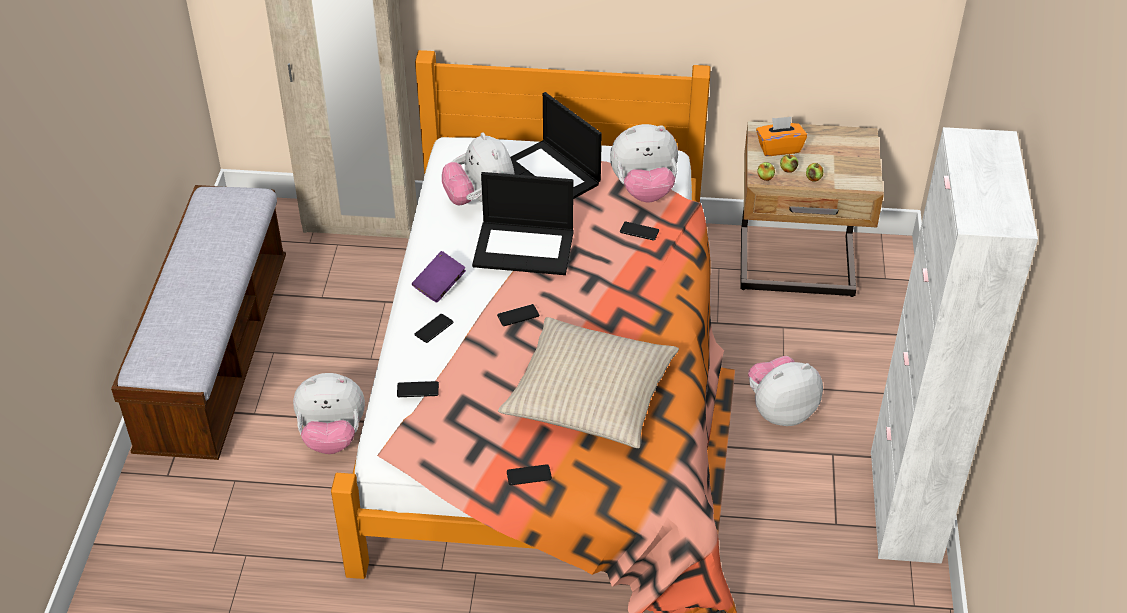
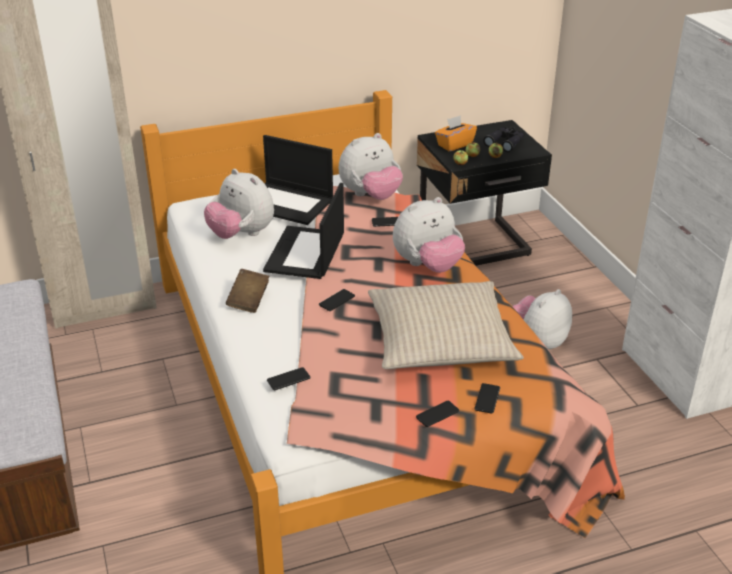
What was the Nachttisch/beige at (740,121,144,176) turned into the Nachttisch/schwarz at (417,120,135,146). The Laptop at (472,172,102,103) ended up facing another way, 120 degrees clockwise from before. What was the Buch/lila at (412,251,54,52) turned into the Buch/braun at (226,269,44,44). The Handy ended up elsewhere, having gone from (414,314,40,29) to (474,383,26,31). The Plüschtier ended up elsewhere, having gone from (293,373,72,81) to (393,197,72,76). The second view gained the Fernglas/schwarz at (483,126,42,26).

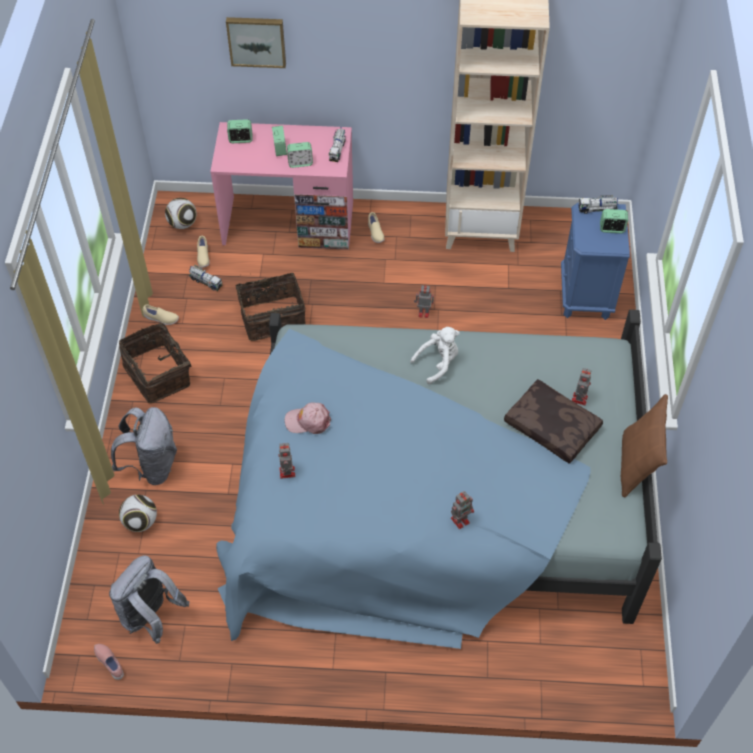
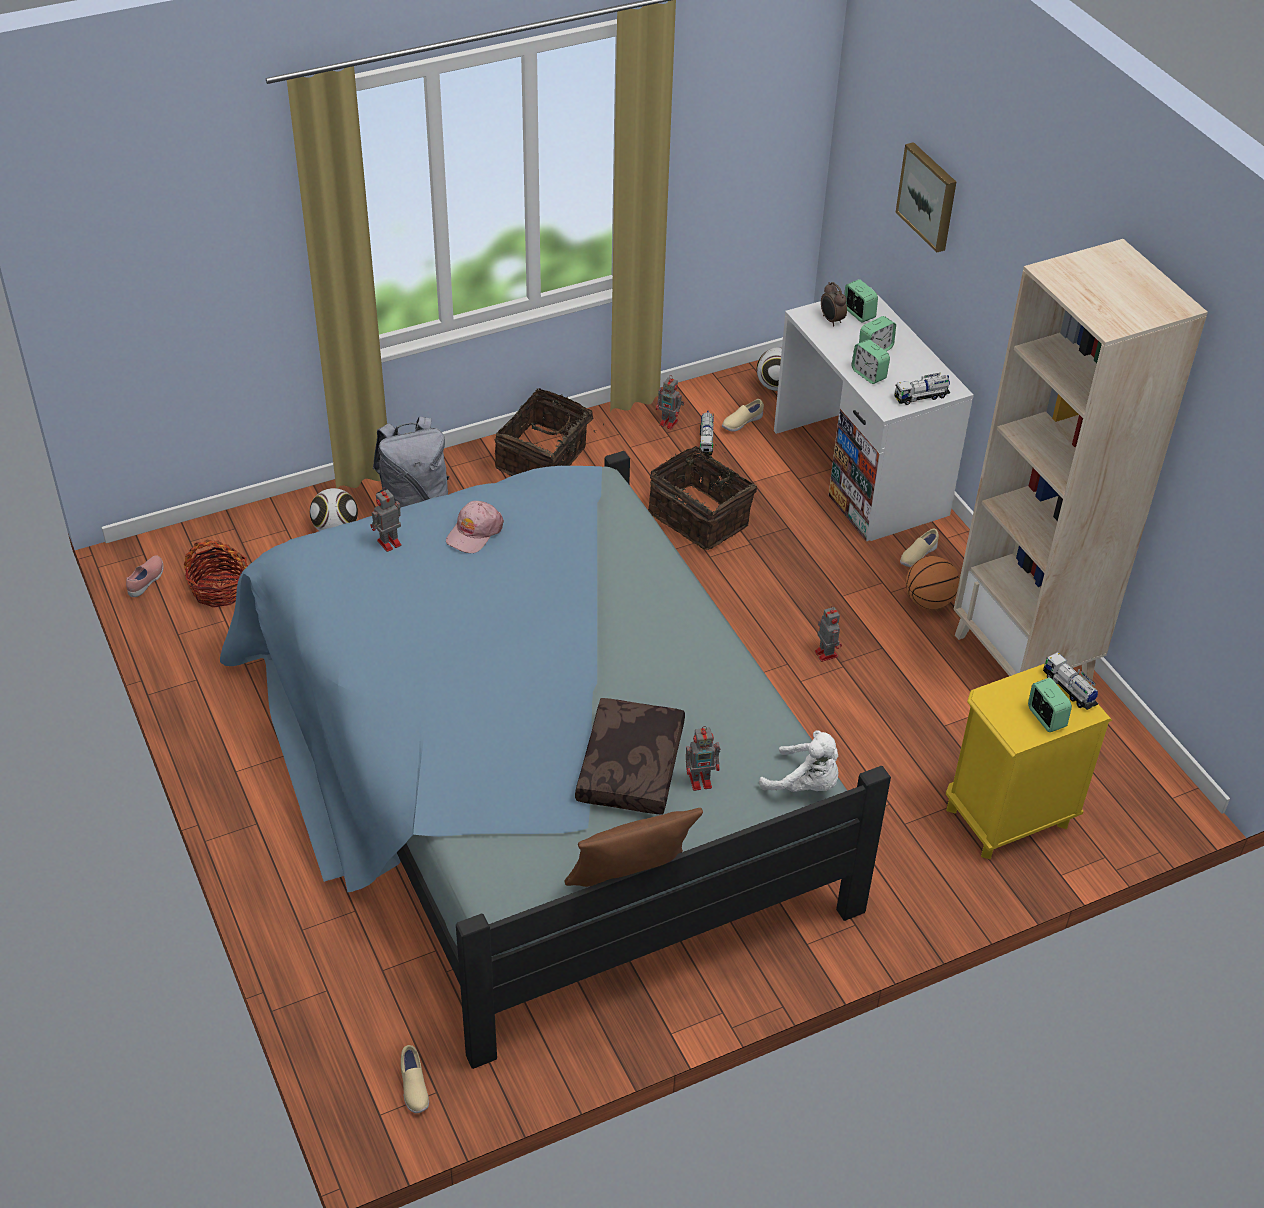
What was the Schreibtisch/rosa at (210,122,143,128) turned into the Schreibtisch/weiß at (774,288,200,253). What was the Nachttisch/blau at (561,203,69,117) turned into the Nachttisch/gelb at (946,664,166,195). The Schuh/beige ended up elsewhere, having gone from (143,304,36,21) to (401,1045,28,68). The Plüschtier/weiß ended up elsewhere, having gone from (410,327,50,57) to (759,730,79,62). The Kappe/rosa at (284,403,47,31) ended up facing another way, 120 degrees counterclockwise from before. The Spielzeugroboter ended up elsewhere, having gone from (451,491,23,38) to (656,375,28,55). Where the Rucksack/grau stood at (109,555,80,89), the Korb came to stand at (184,540,64,68). The second view gained the Wecker at (821,282,26,44). The second view gained the Basketball at (905,556,54,53).

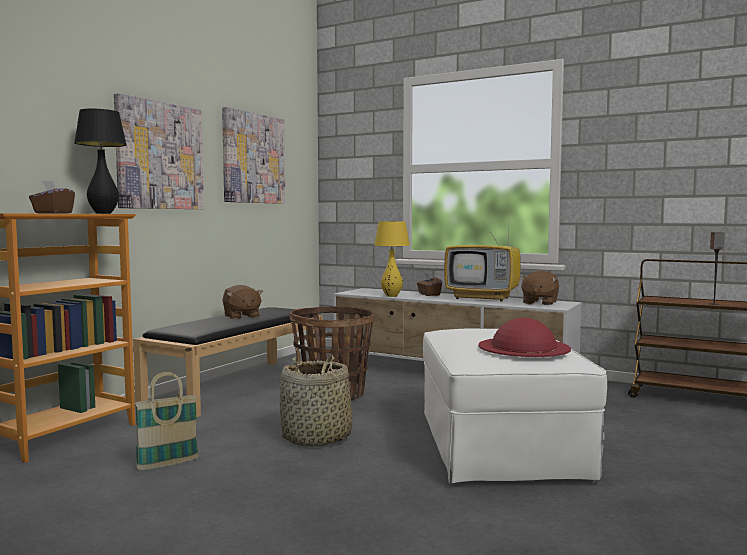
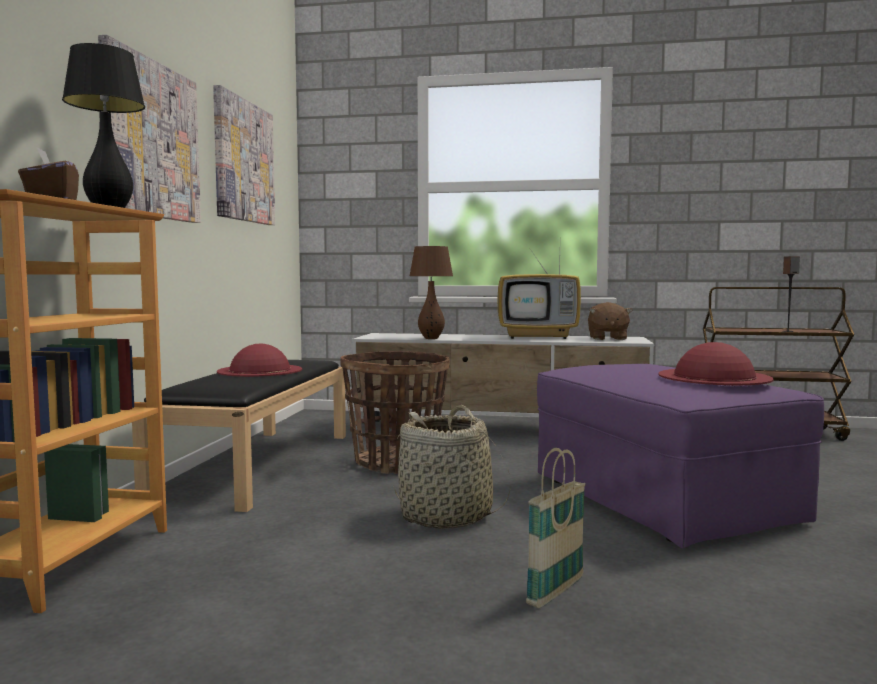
What was the Tischlampe/gelb at (374,221,36,76) turned into the Tischlampe/braun at (410,246,43,93). The second view lost the Taschentuchbox/braun at (417,273,25,23). Where the Plüschtier/braun stood at (222,285,41,35), the Hut/rot came to stand at (217,344,85,33). What was the Polsterhocker/weiß at (423,329,184,155) turned into the Polsterhocker/lila at (537,364,287,185). The Korb ended up elsewhere, having gone from (135,372,64,99) to (526,448,60,160).

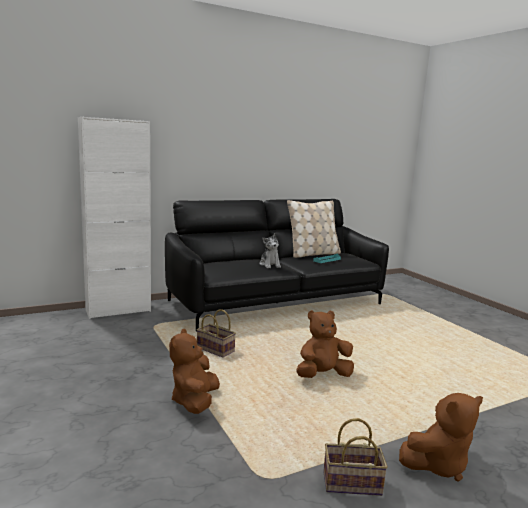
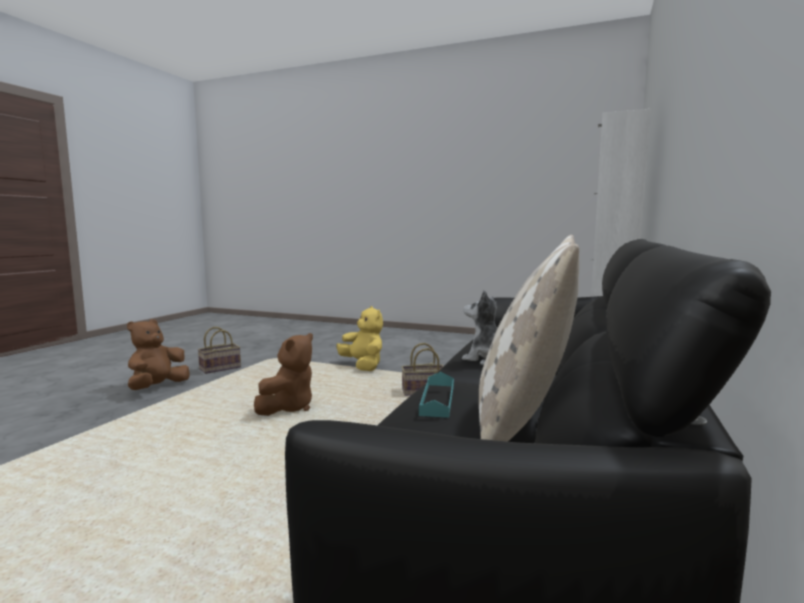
What was the Plüschtier/braun at (169,329,51,85) turned into the Plüschtier/gelb at (336,306,47,65).

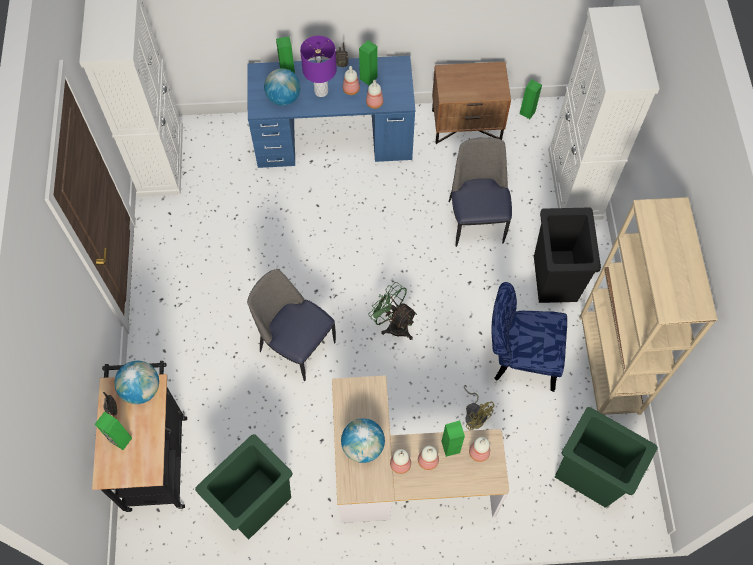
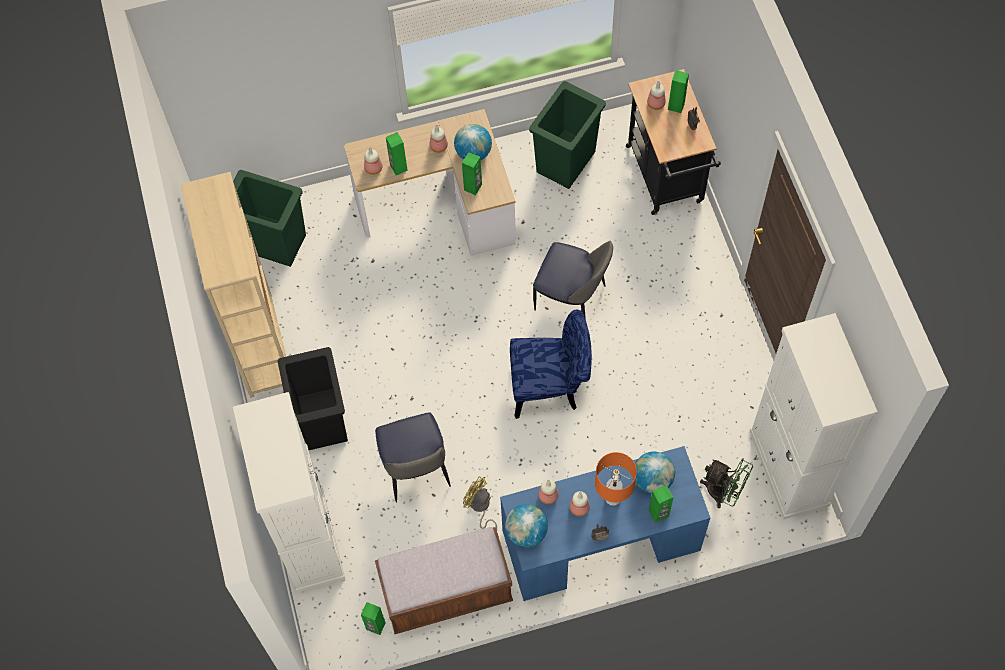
What was the Tischlampe/lila at (300,36,37,61) turned into the Tischlampe/orange at (595,452,42,54). The Lautsprecher/grün ended up elsewhere, having gone from (359,40,19,45) to (462,152,20,43). Where the Nachttisch/braun stood at (432,62,79,82), the Bank/braun came to stand at (375,527,138,107). The Ventilator/grün ended up elsewhere, having gone from (368,282,49,58) to (700,458,53,50). The Stuhl/blau ended up elsewhere, having gone from (491,282,76,110) to (510,310,82,109). The Globus ended up elsewhere, having gone from (114,361,45,43) to (505,504,43,43). The Ventilator/gelb ended up elsewhere, having gone from (464,385,31,46) to (463,476,34,54). The Flasche ended up elsewhere, having gone from (418,446,21,24) to (647,81,19,29).

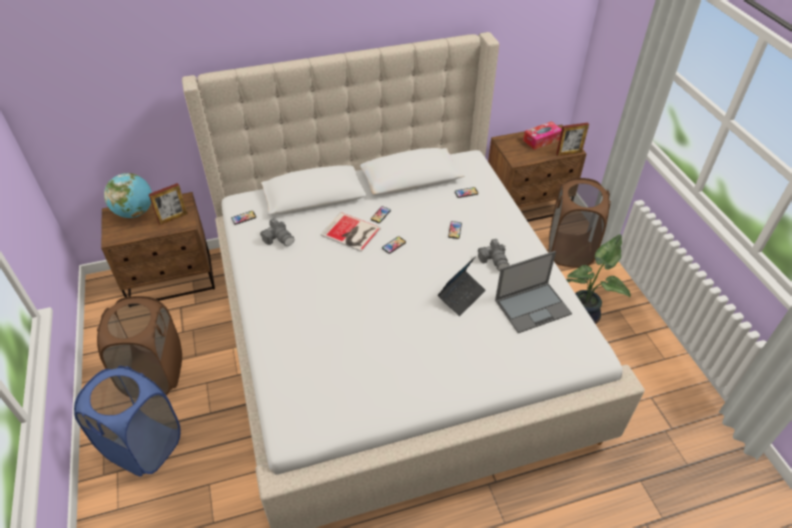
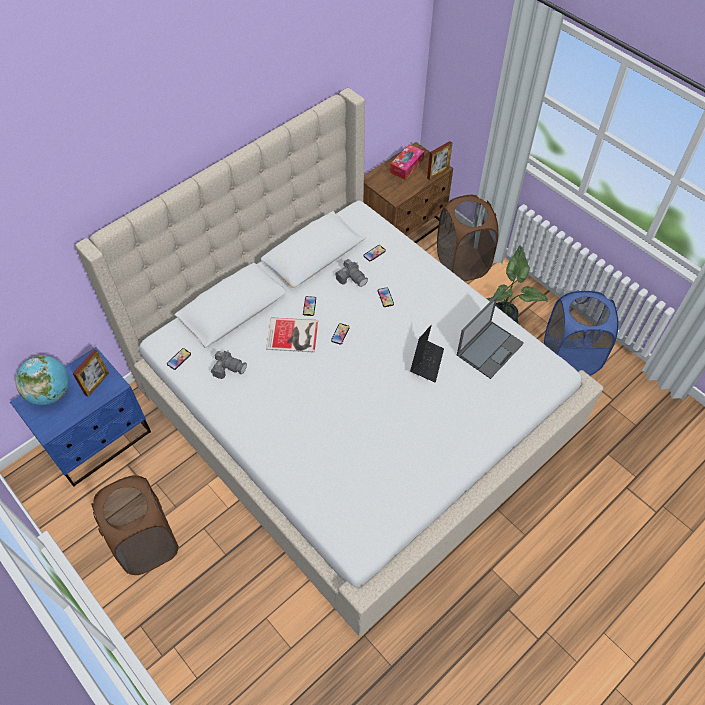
What was the Nachttisch/braun at (101,192,114,109) turned into the Nachttisch/blau at (10,347,141,140). The Kamera ended up elsewhere, having gone from (478,239,31,32) to (335,259,33,28). The Wäschekorb/blau ended up elsewhere, having gone from (74,366,107,111) to (544,290,75,85).

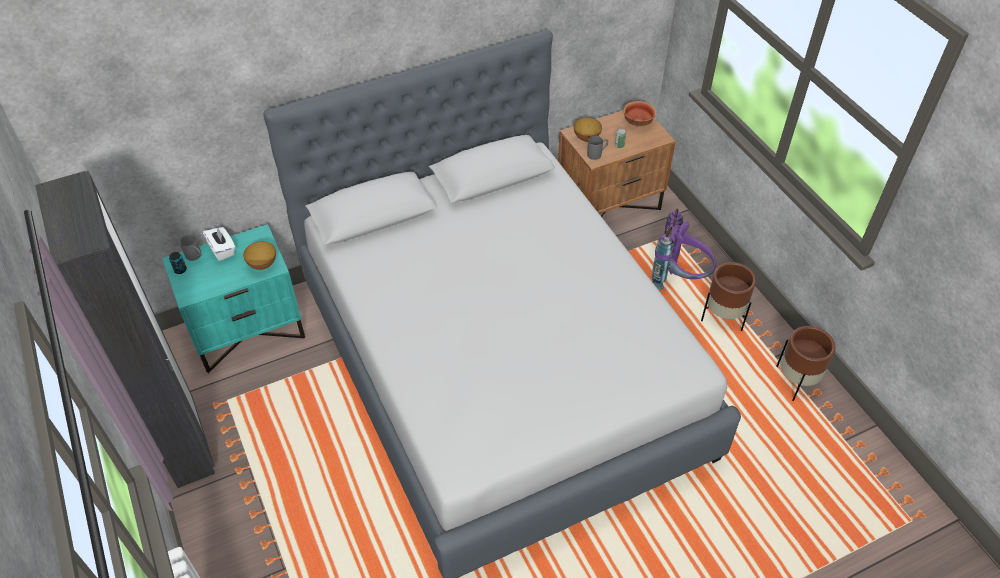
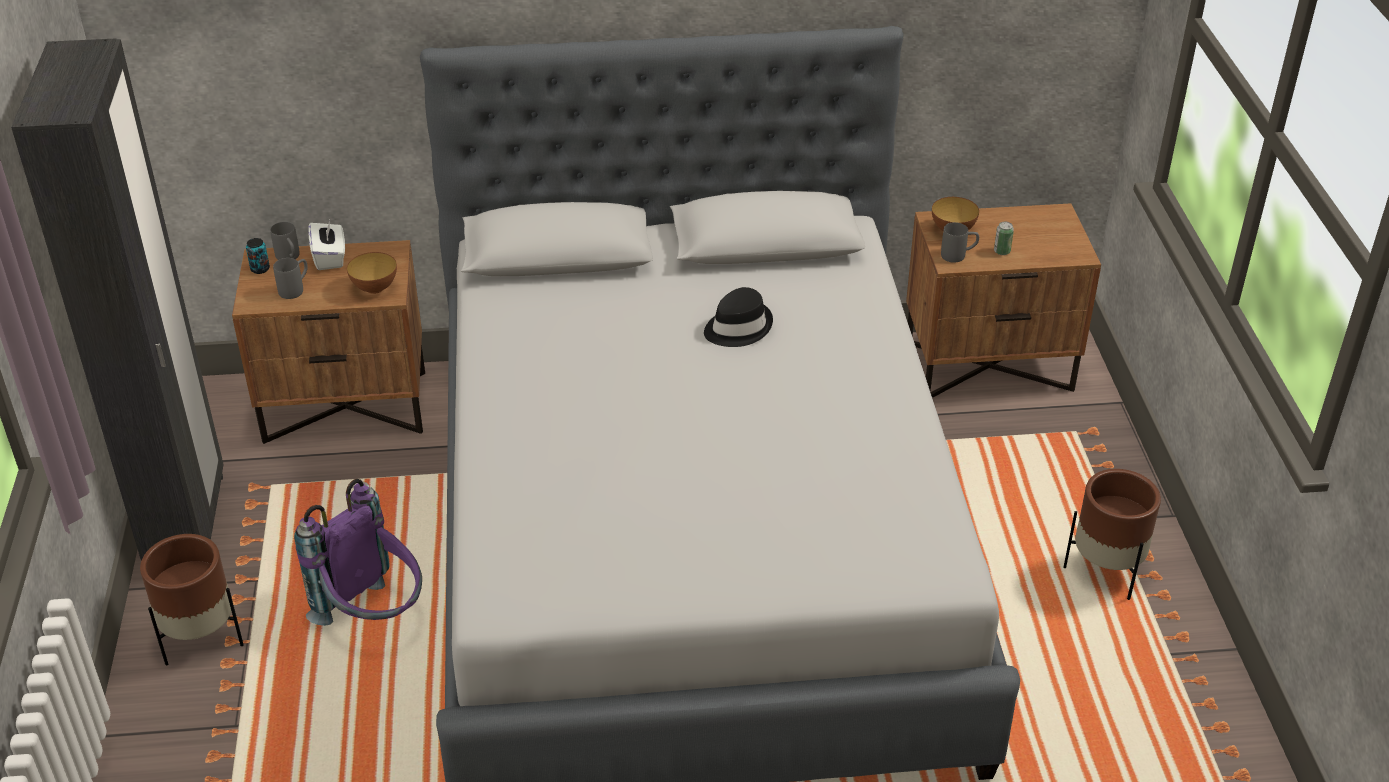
The second view lost the Schüssel at (624,101,32,26). The Rucksack/lila ended up elsewhere, having gone from (651,209,65,81) to (294,479,128,147). What was the Nachttisch/türkis at (162,224,143,149) turned into the Nachttisch/braun at (232,240,193,204). The Pflanzkübel/braun ended up elsewhere, having gone from (776,326,60,75) to (140,534,104,132). The second view gained the Henkelbecher/grau at (273,258,35,41). The second view gained the Hut/schwarz at (704,287,69,60).

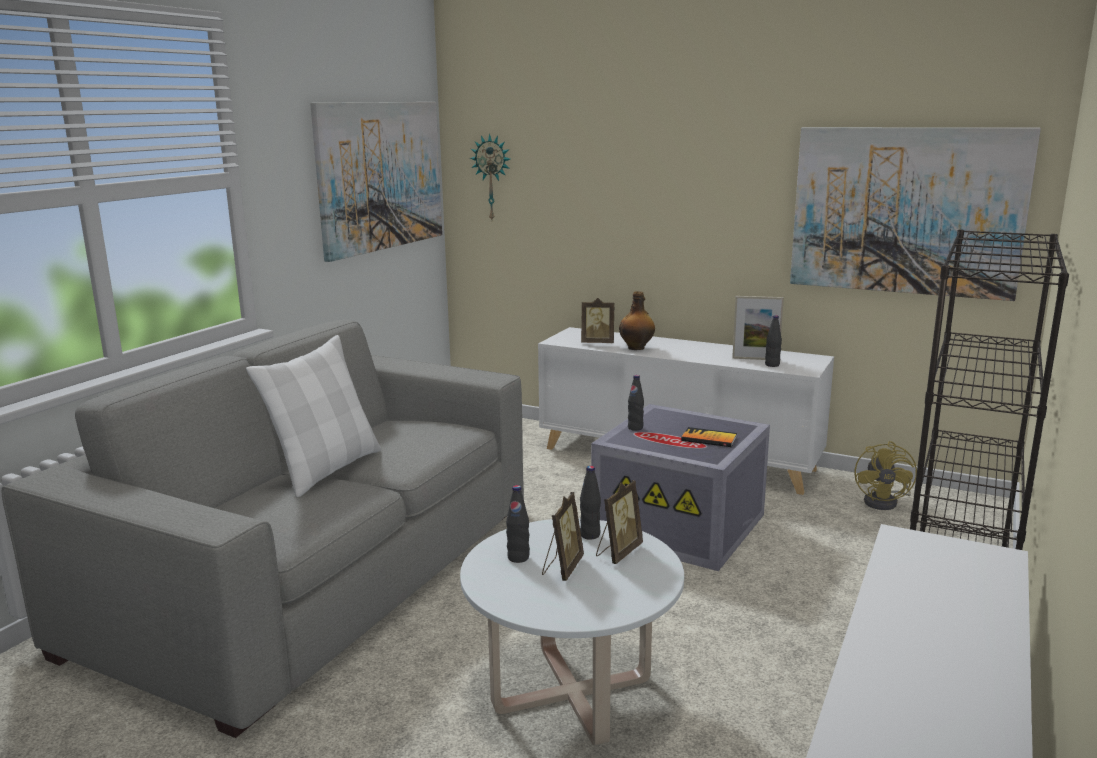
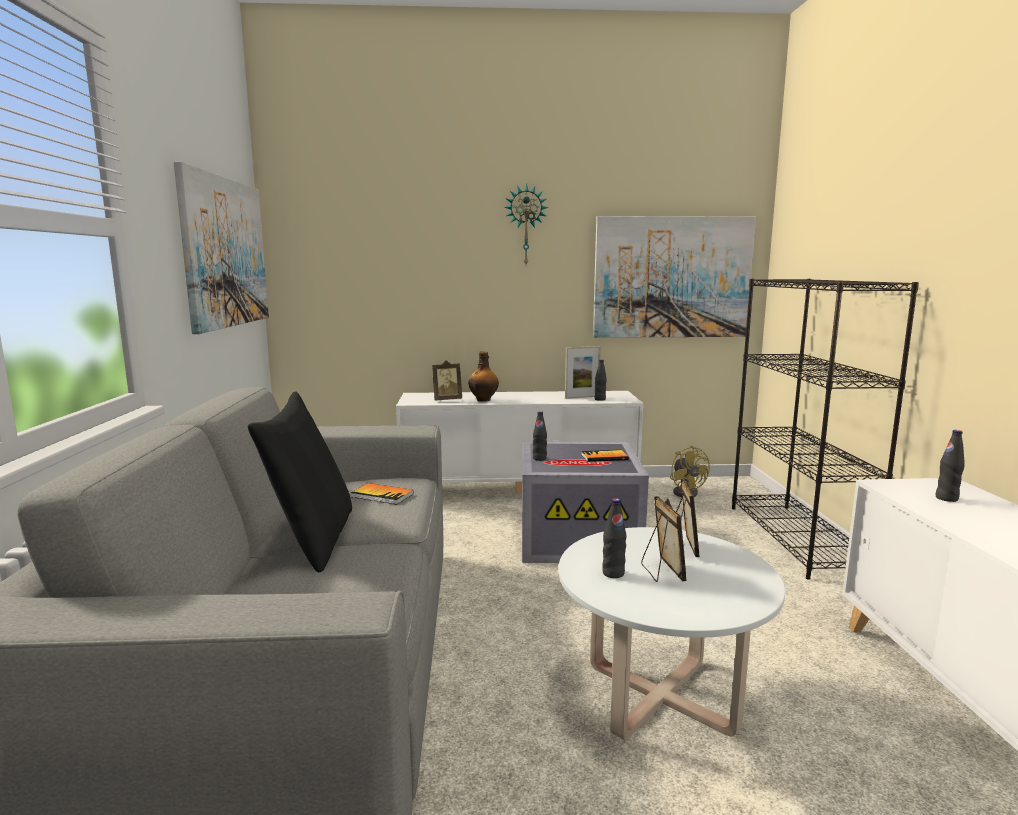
The Wanduhr ended up elsewhere, having gone from (470,133,40,87) to (504,184,44,80). What was the Kissen/weiß at (246,335,135,162) turned into the Kissen/schwarz at (248,391,104,181). The Flasche/schwarz ended up elsewhere, having gone from (580,466,21,73) to (935,430,30,72). The second view gained the Buch at (351,483,63,21).

